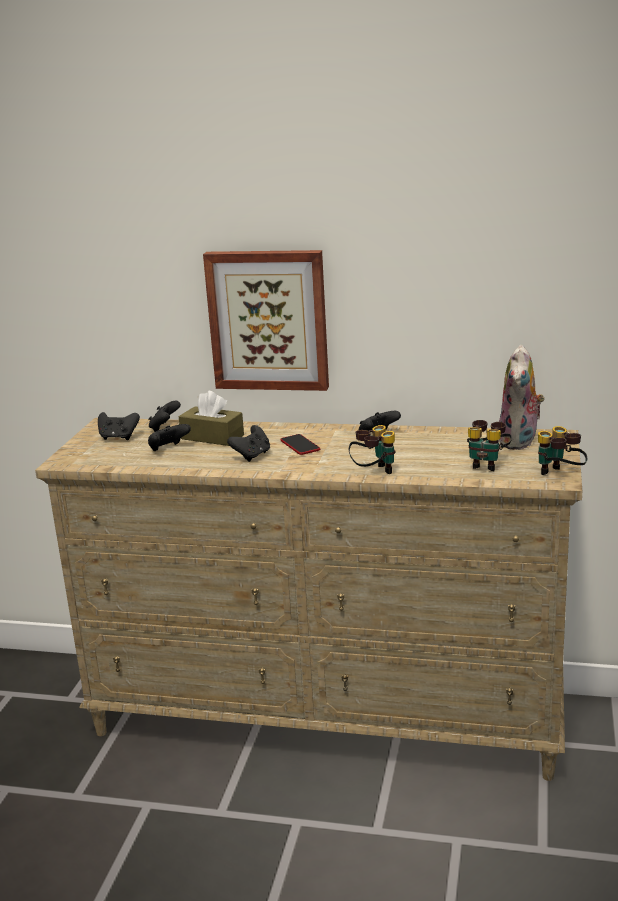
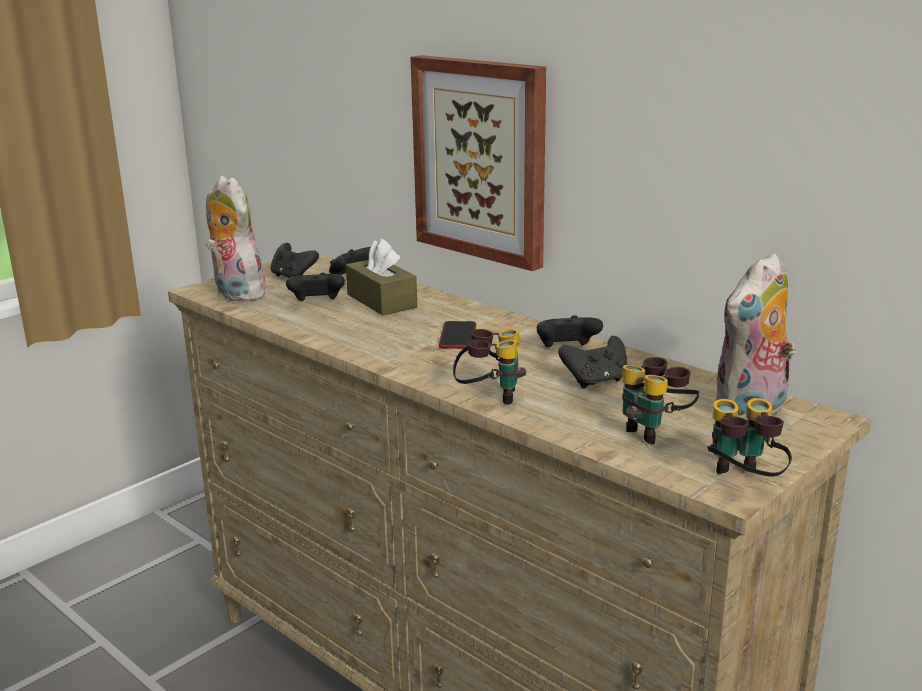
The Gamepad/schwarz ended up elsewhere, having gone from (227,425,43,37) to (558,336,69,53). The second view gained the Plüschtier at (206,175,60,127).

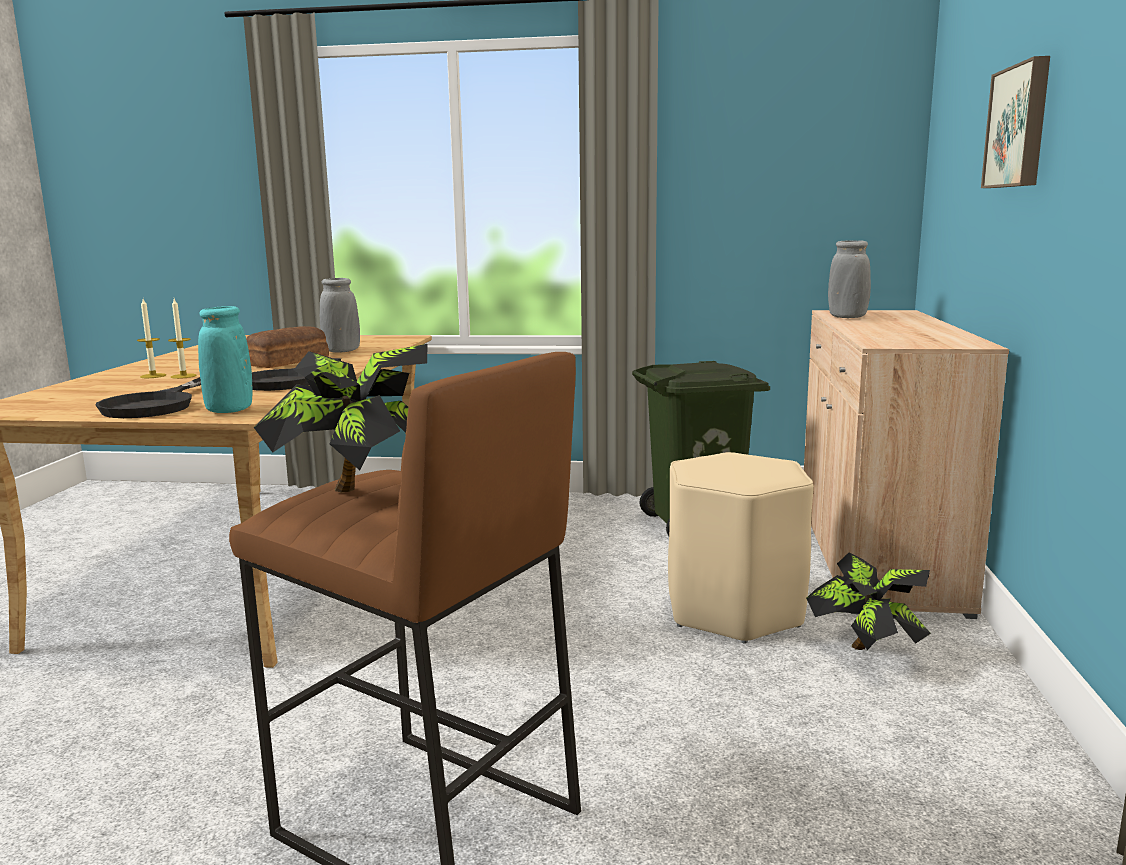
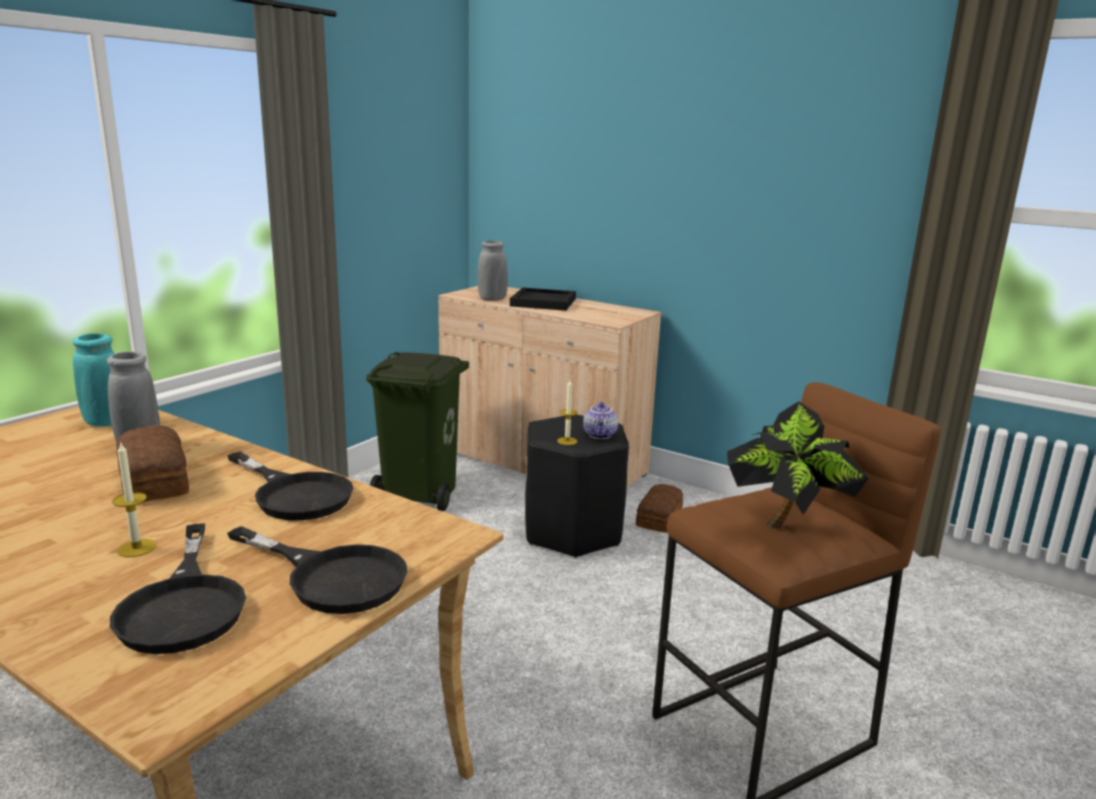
The second view lost the Bild at (981,56,69,132). The Kerze ended up elsewhere, having gone from (137,299,29,79) to (557,380,20,65). The Vase/türkis ended up elsewhere, having gone from (198,306,54,107) to (73,333,42,93). What was the Hocker/beige at (668,452,146,192) turned into the Hocker/schwarz at (525,414,104,145). Where the Topfpflanze stood at (806,553,125,97), the Brot came to stand at (636,484,47,49). The second view gained the Tablett/schwarz at (510,288,66,23). The second view gained the Teekanne at (583,402,35,37). The second view gained the Pfanne/schwarz at (110,523,136,131).

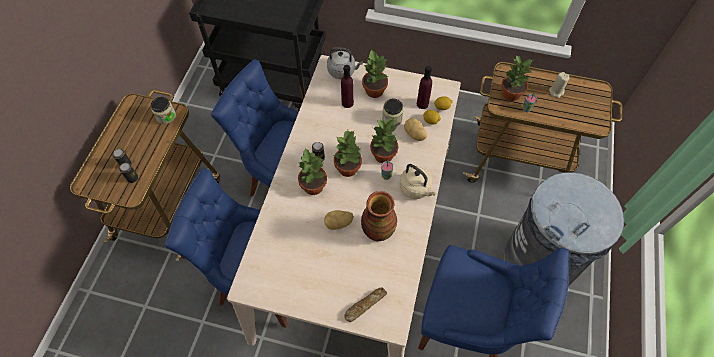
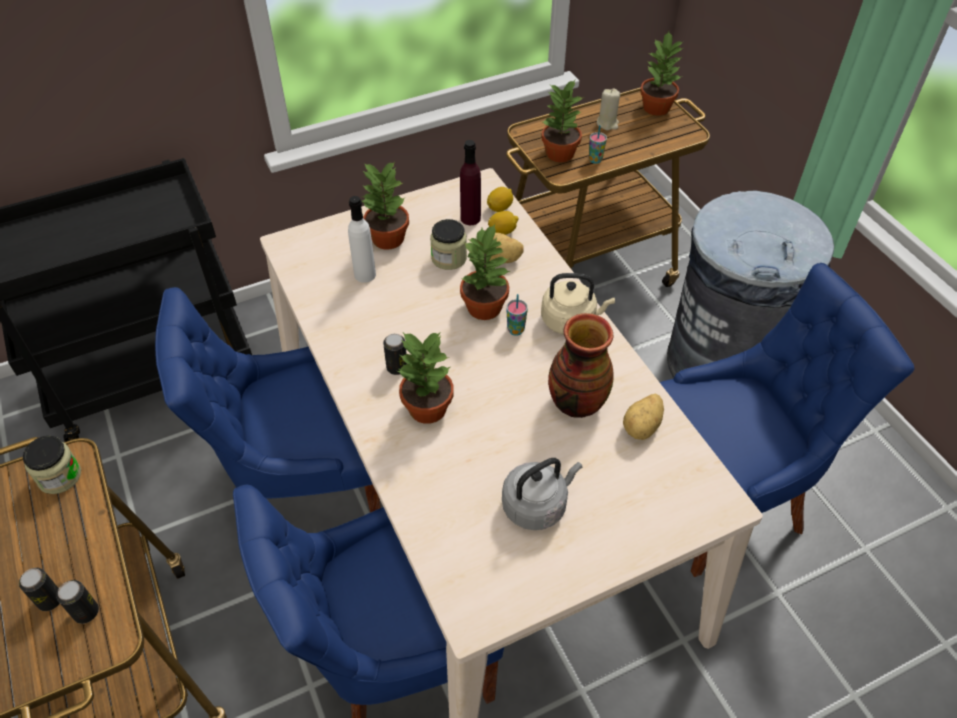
The Wasserkessel/grau ended up elsewhere, having gone from (327,47,36,32) to (502,458,80,72). What was the Flasche/lila at (341,65,13,43) turned into the Flasche/weiß at (348,196,28,87). The Topfpflanze ended up elsewhere, having gone from (334,130,28,47) to (640,32,43,84). The Kartoffel ended up elsewhere, having gone from (324,210,30,20) to (623,394,41,46). The second view lost the Brot at (344,288,43,34).

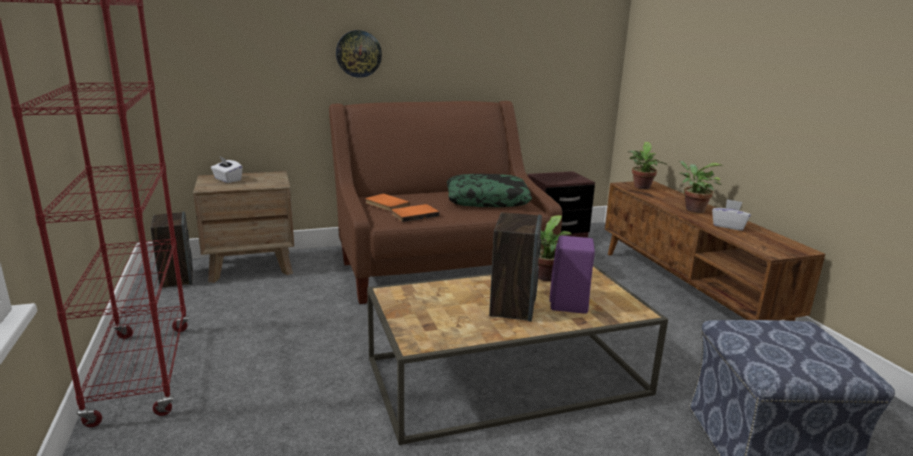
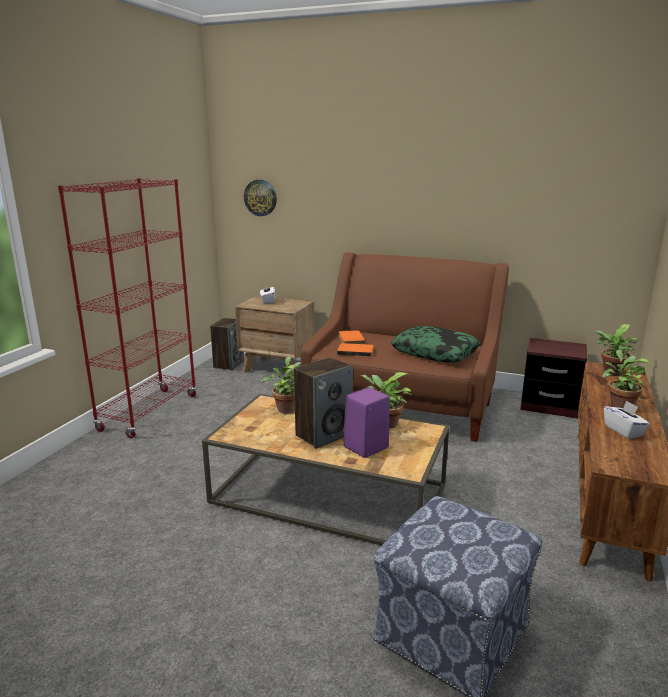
The Wanduhr ended up elsewhere, having gone from (336,30,46,48) to (244,180,33,36). The second view gained the Topfpflanze at (261,357,41,57).

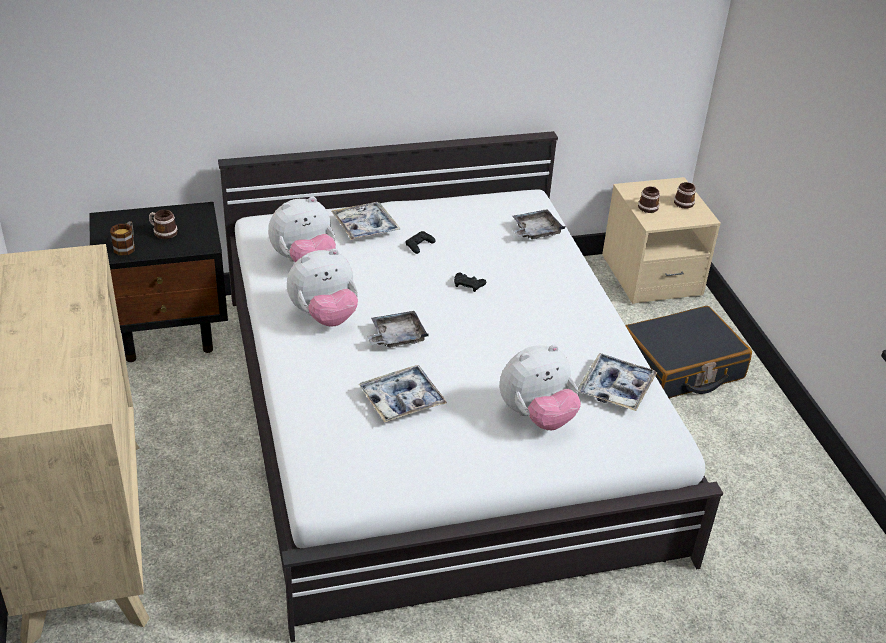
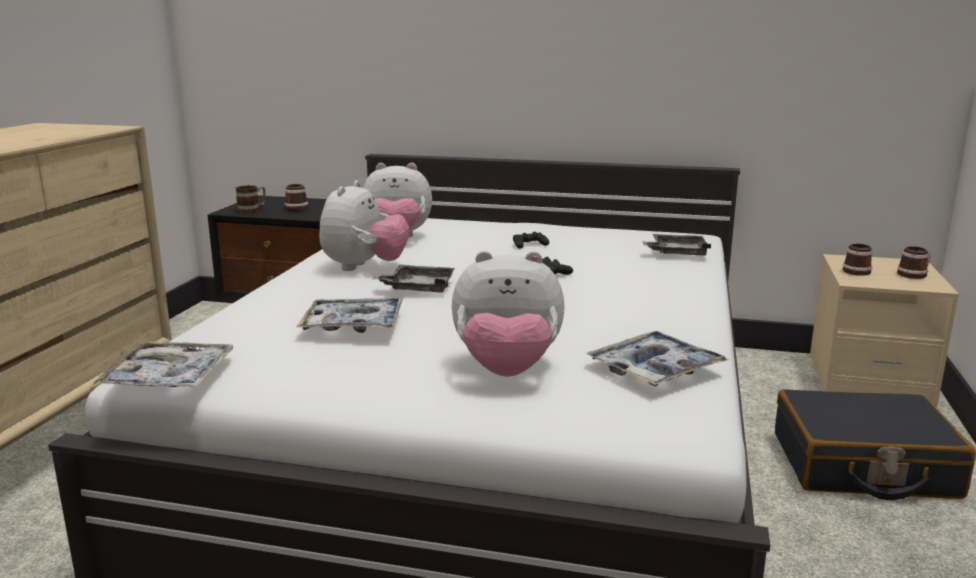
The Tablett ended up elsewhere, having gone from (331,202,70,38) to (91,342,143,46). The Plüschtier at (287,249,71,78) ended up facing another way, 75 degrees counterclockwise from before.

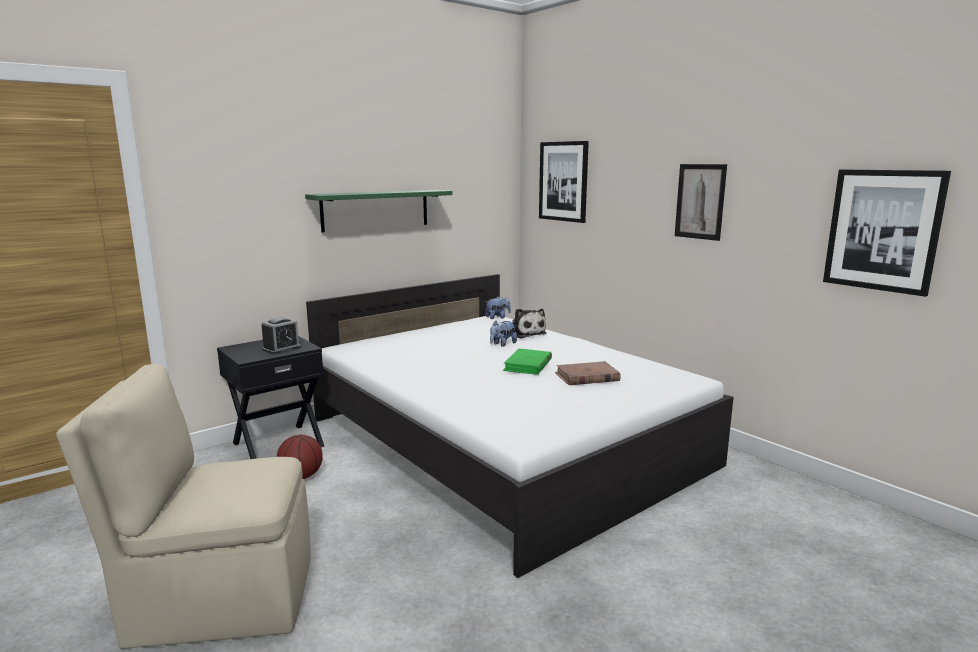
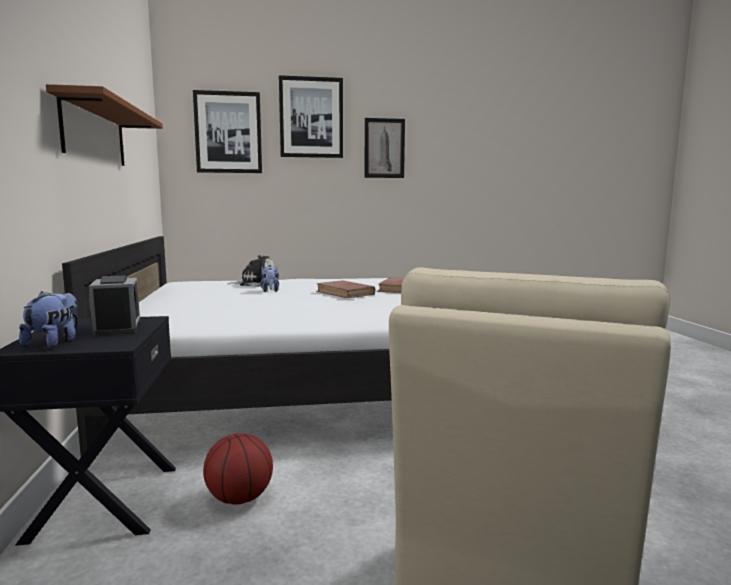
The Bild ended up elsewhere, having gone from (823,169,128,128) to (279,75,64,83). What was the Wandregal/grün at (305,190,148,42) turned into the Wandregal/braun at (46,84,117,82). The Plüschtier ended up elsewhere, having gone from (485,296,26,23) to (19,291,59,56). What was the Buch/grün at (503,349,49,26) turned into the Buch/braun at (316,280,59,18).

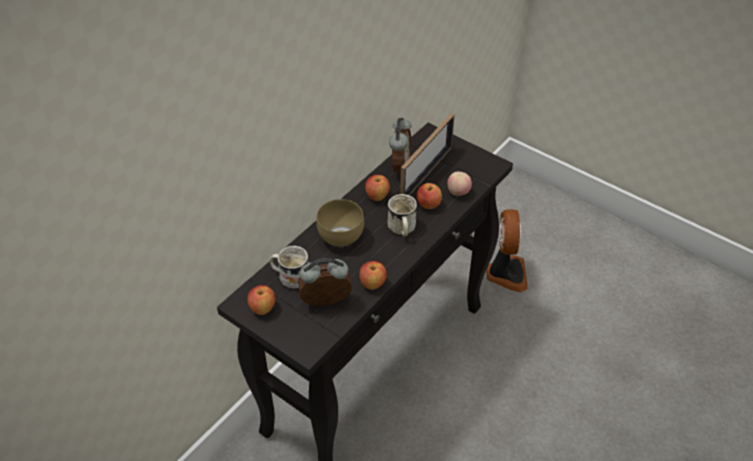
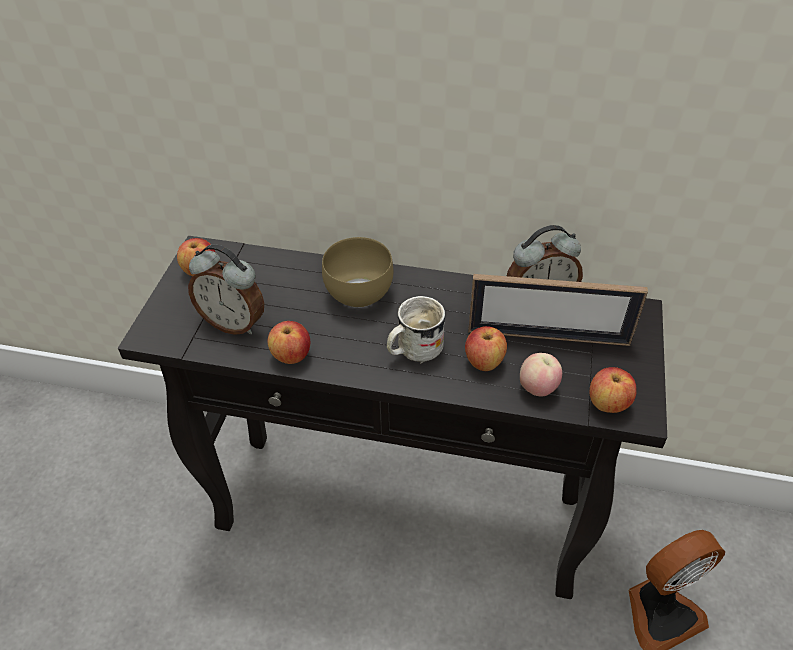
The Apfel ended up elsewhere, having gone from (365,175,25,26) to (590,367,47,46). The second view lost the Henkelbecher/weiß at (270,246,39,42). The Wecker at (298,258,54,48) ended up facing another way, 150 degrees clockwise from before.

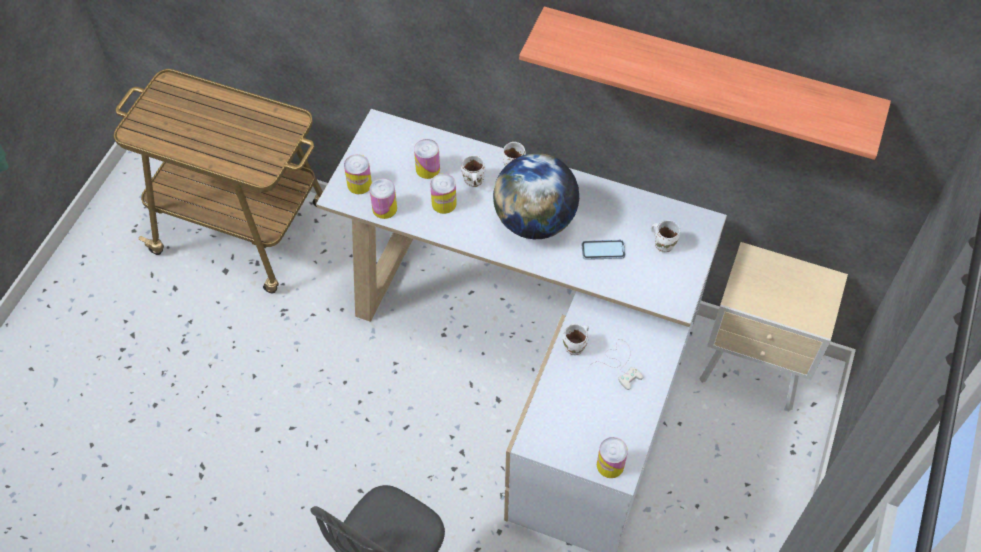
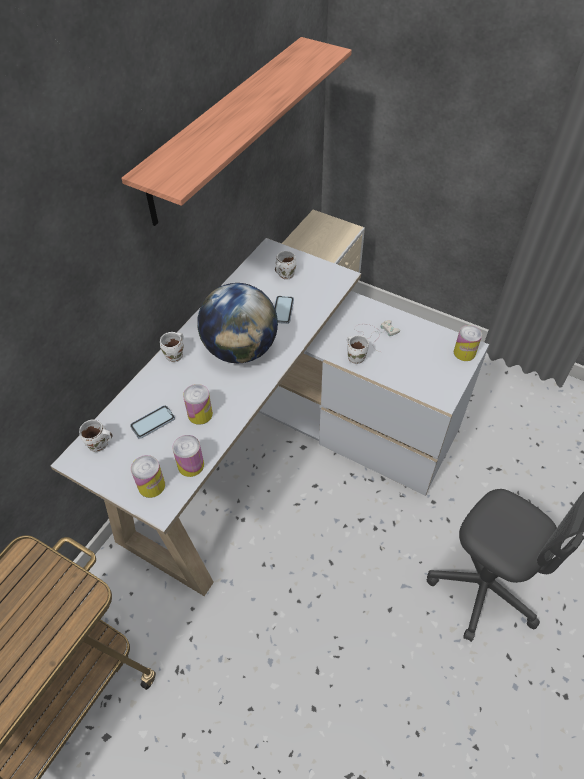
Where the Dose stood at (414,139,26,40), the Handy came to stand at (130,405,45,34). The Henkelbecher/weiß ended up elsewhere, having gone from (461,155,25,32) to (79,420,33,32).

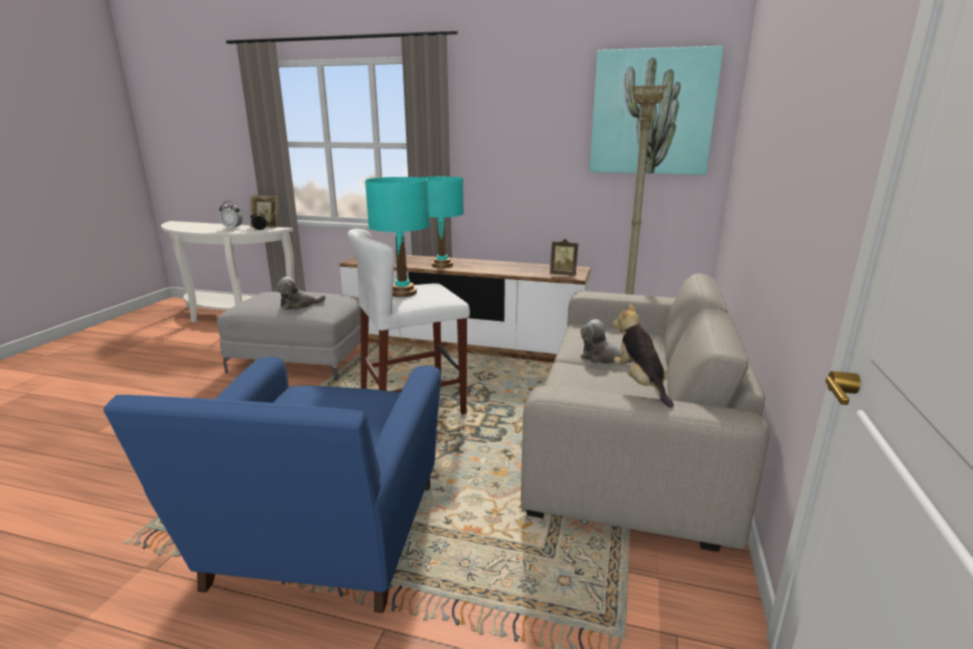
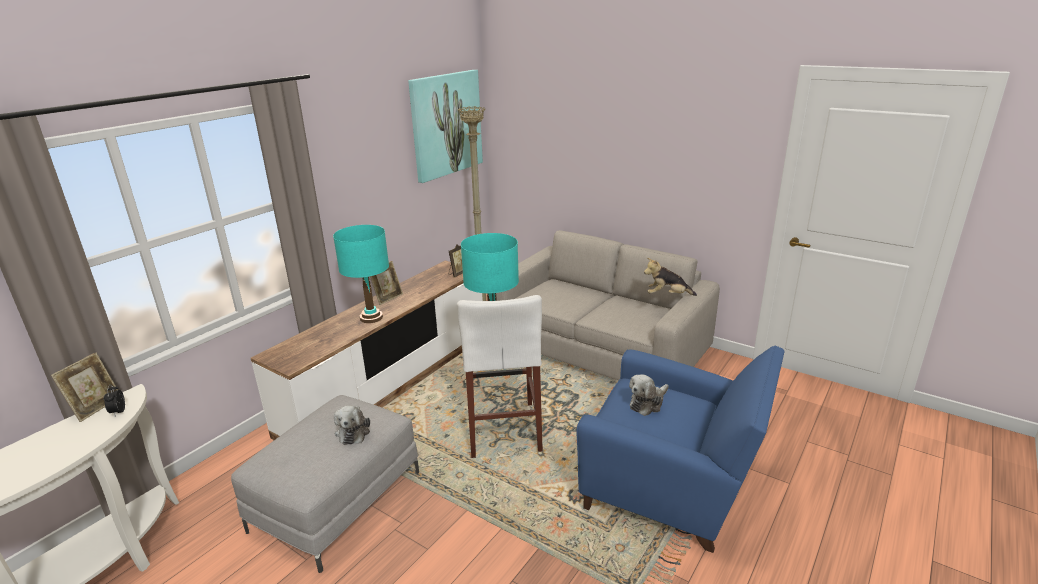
The second view lost the Wecker at (219,201,24,28). The Plüschtier ended up elsewhere, having gone from (580,319,55,44) to (629,374,40,42). The second view gained the Bilderrahmen at (370,261,33,44).

